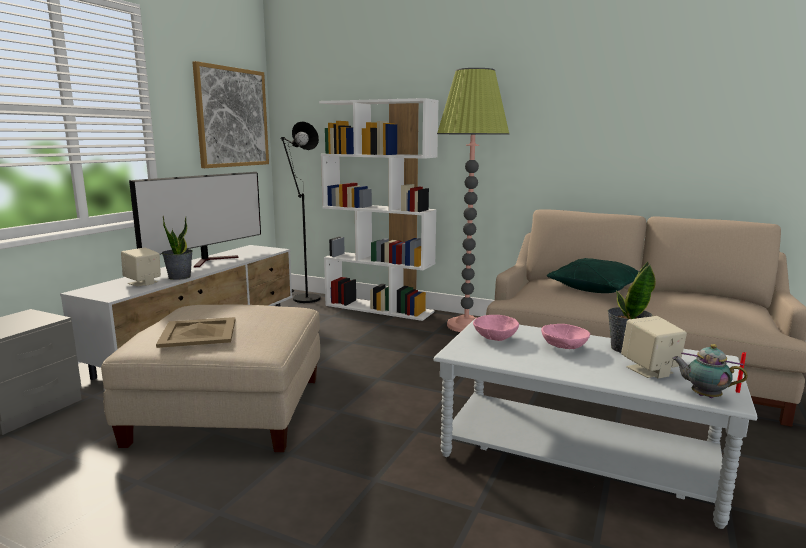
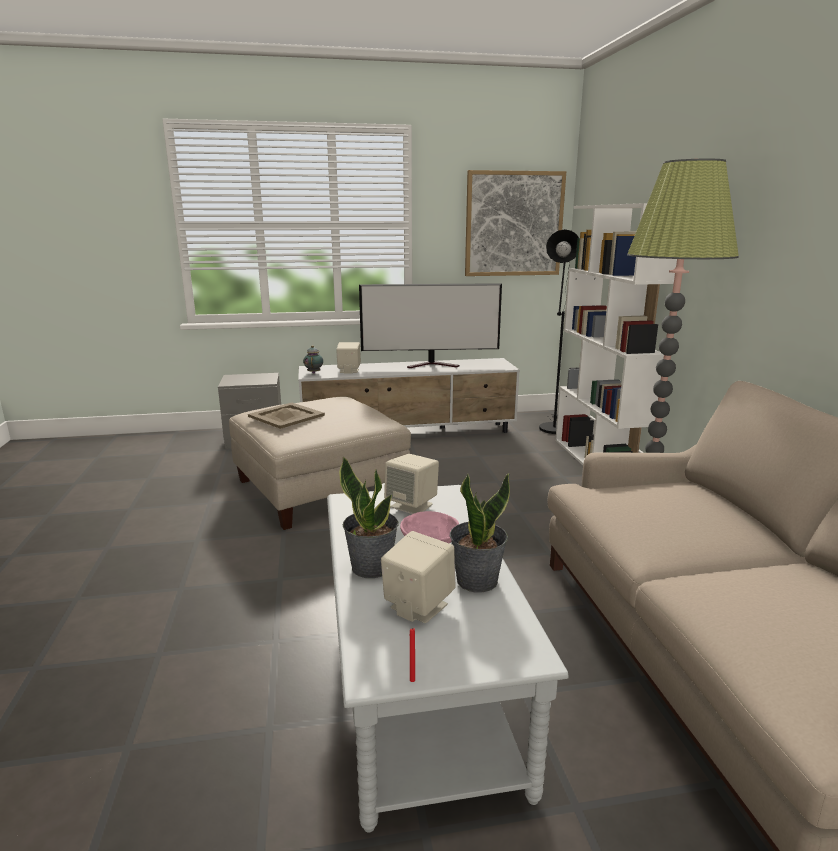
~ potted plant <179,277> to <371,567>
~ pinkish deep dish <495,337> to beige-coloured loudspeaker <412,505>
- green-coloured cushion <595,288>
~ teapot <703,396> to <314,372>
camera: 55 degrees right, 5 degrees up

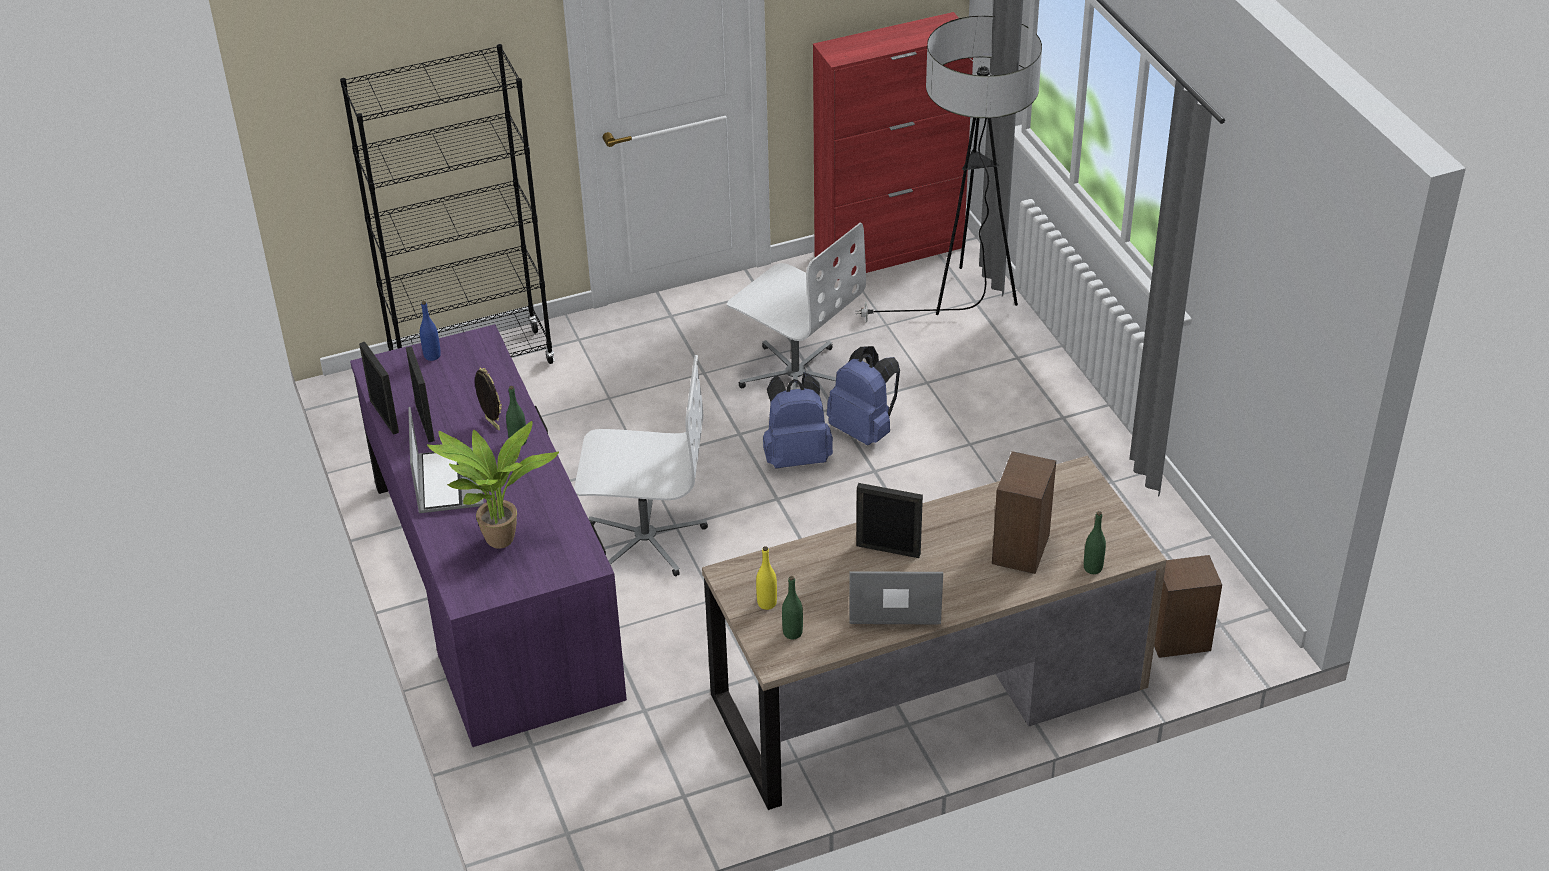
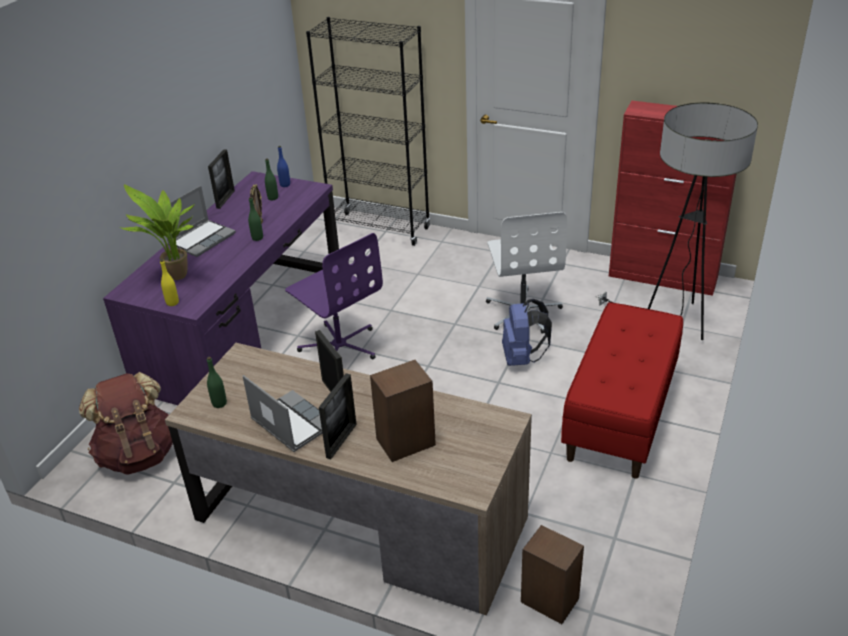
~ picture frame <425,423> to <341,440>
~ white desk chair <645,538> to purplish desk chair <339,347>
~ yellow-coloured beverage bottle <767,603> to <172,303>
- blue-coloured backpack <796,456>
~ green-coloured beverage bottle <1093,568> to <273,198>
+ brown-coloured backpack <138,454>
+ reddish bench <621,416>
camera: 45 degrees right, 5 degrees down

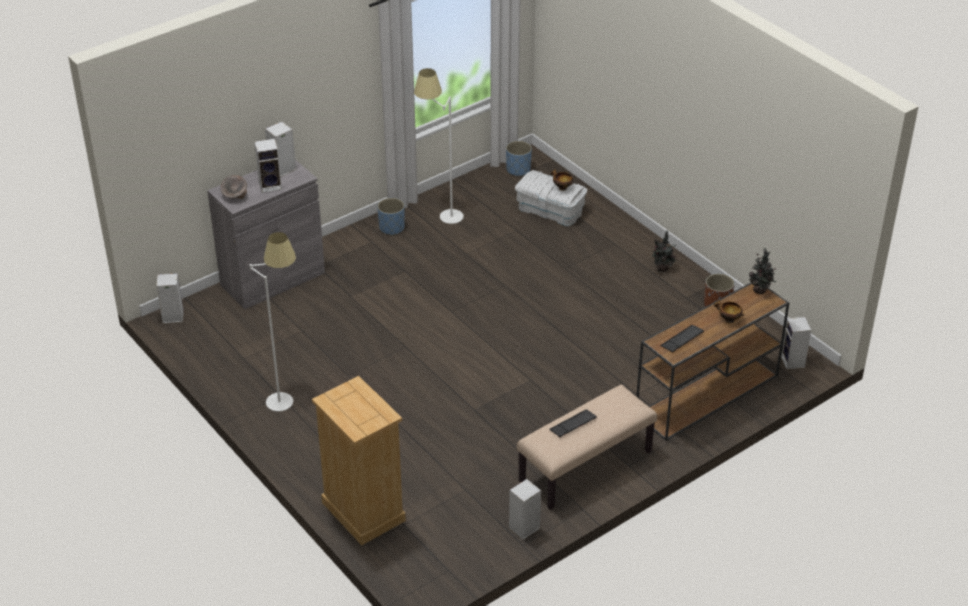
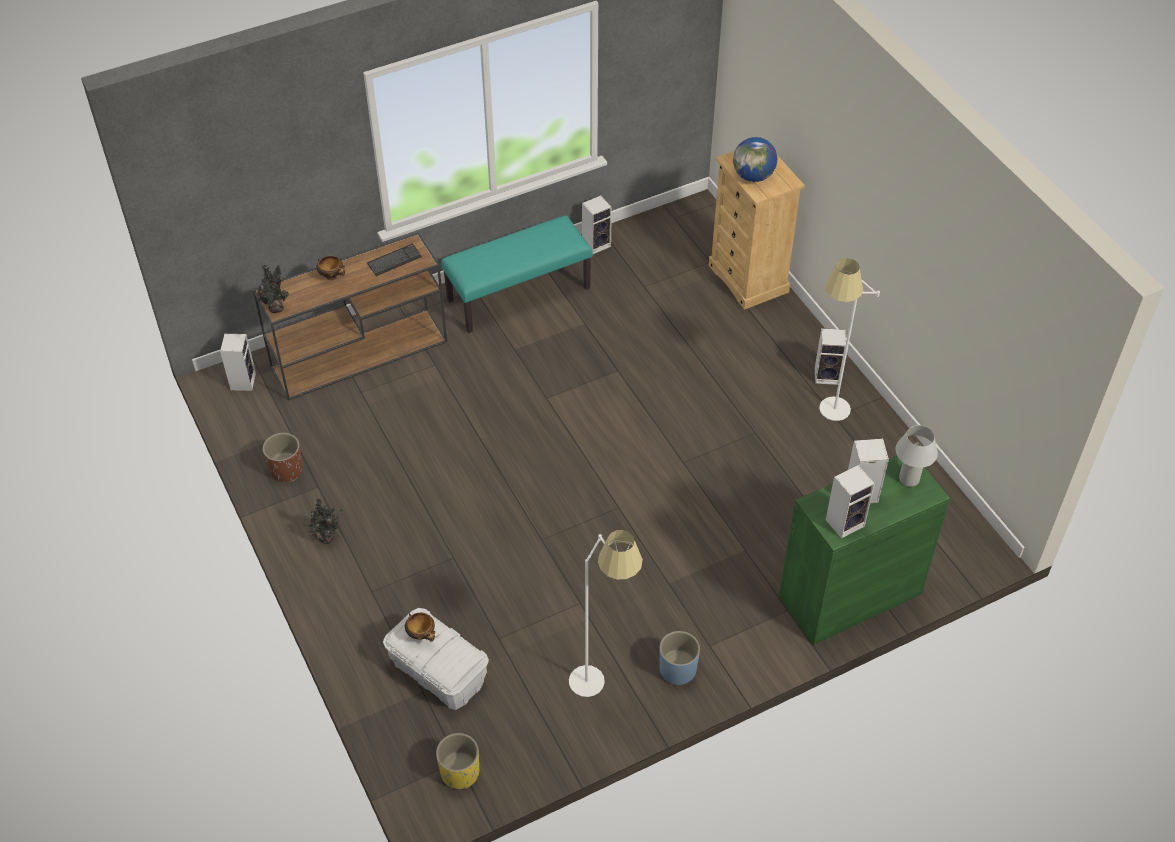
~ loudspeaker <172,317> to <827,375>
~ gray storage cabinet <272,279> to green-coloured storage cabinet <850,595>
~ gray deep dish <235,197> to white table lamp <909,479>
~ blue-coloured flower pot <518,170> to yellow-coloured flower pot <459,772>
~ beige-coloured bench <585,467> to turquoise-coloured bench <519,293>
- keyboard <573,424>
+ desk globe <753,176>
camera: 170 degrees left, 10 degrees up

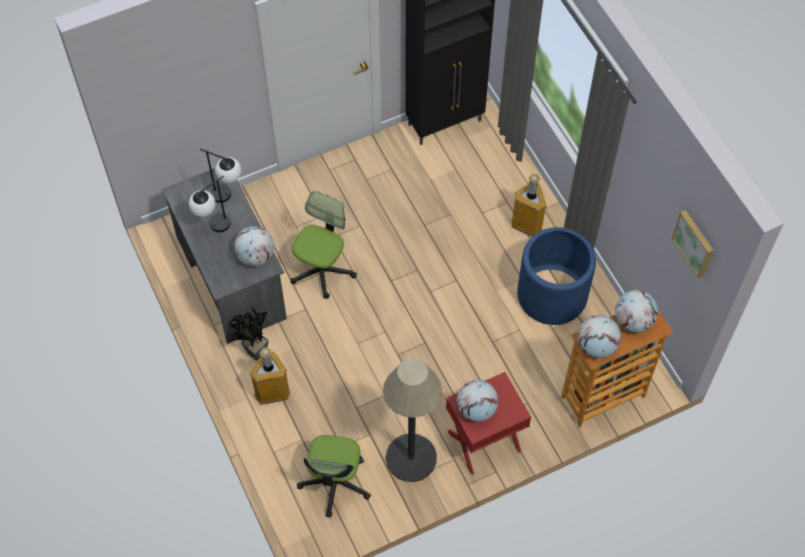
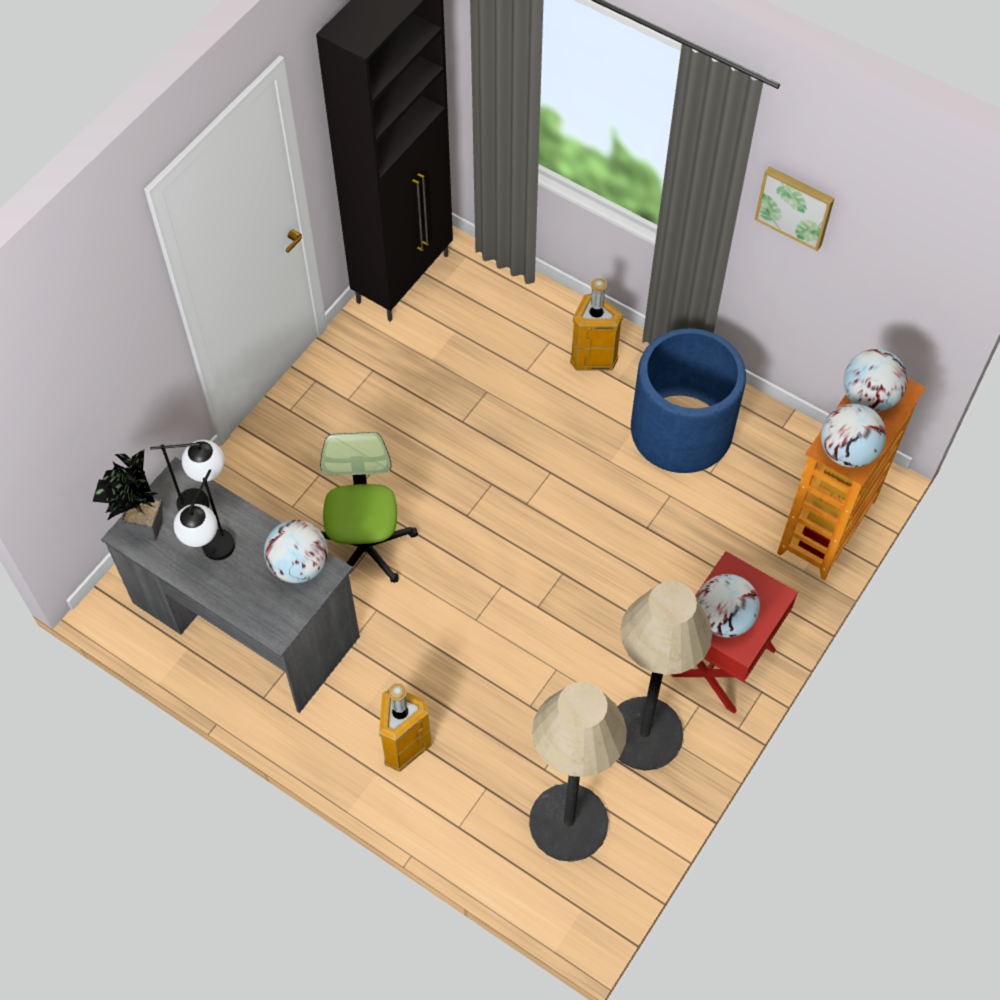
~ potted plant <253,353> to <144,532>
~ desk chair <335,483> to standard lamp <568,822>
~ wall art <694,243> to <795,206>
camera: 30 degrees left, 0 degrees up

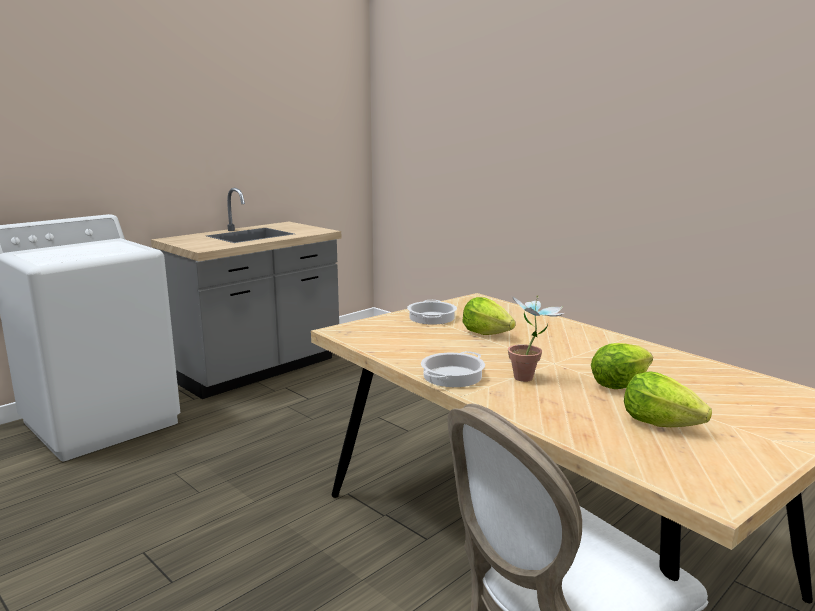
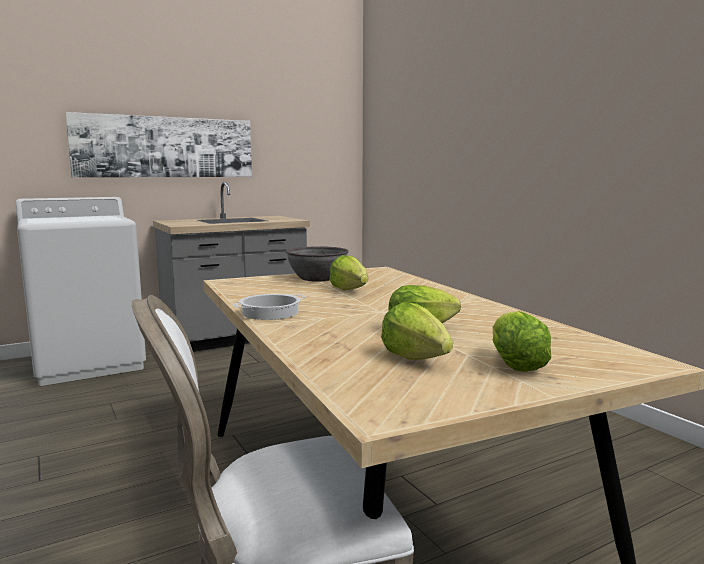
~ stockpot <431,317> to gray deep dish <317,278>
- potted plant <531,379>
+ wall art <165,147>
+ lettuce <515,365>
camera: 15 degrees right, 5 degrees down

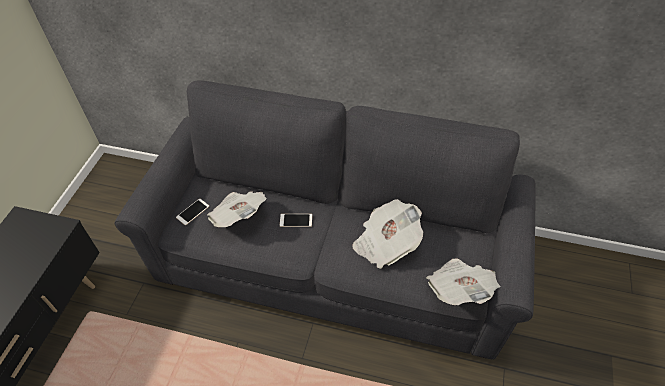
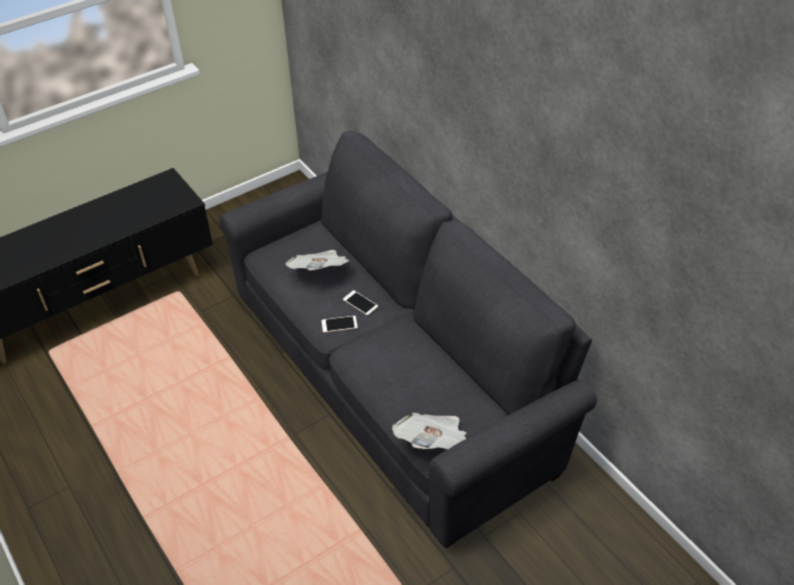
~ phone <192,212> to <339,324>
- daily paper <386,243>
camera: 40 degrees right, 5 degrees down

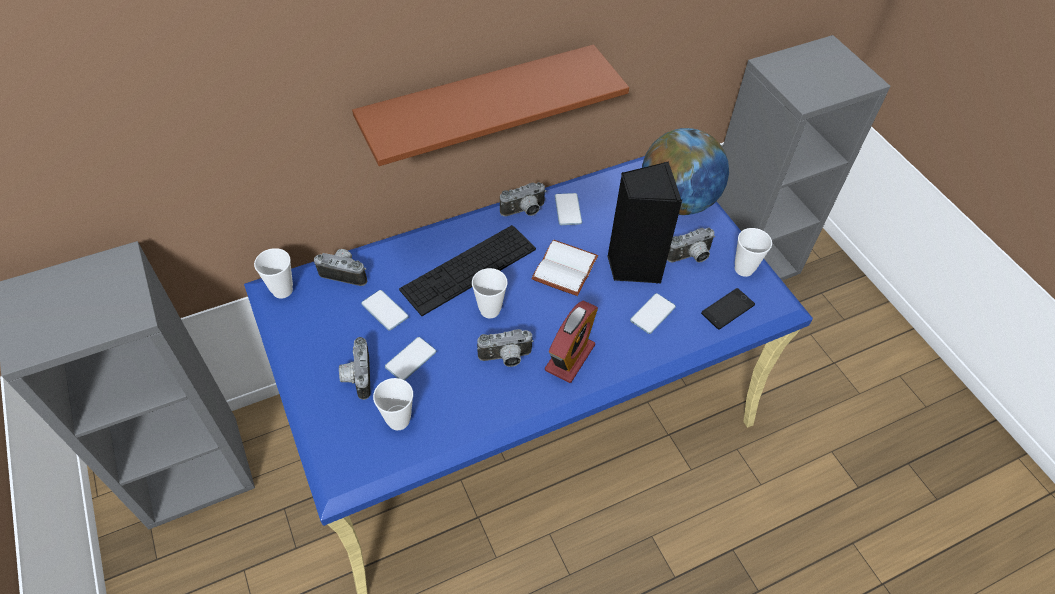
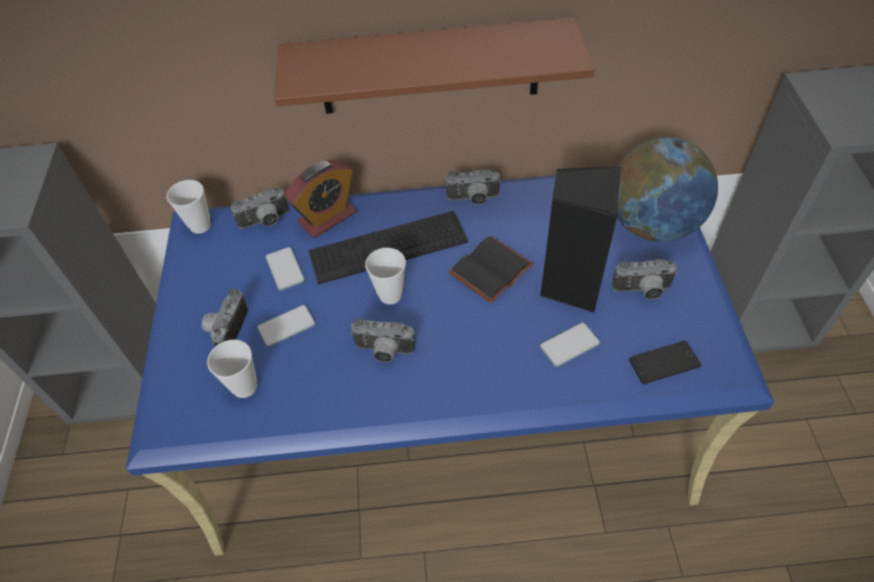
~ still camera <345,273> = <265,222> 120 degrees clockwise
~ white volume <566,270> to black-coloured volume <491,272>
~ bedside clock <570,357> to <327,218>
- phone <568,210>
- small cup <744,269>
camera: 25 degrees right, 0 degrees up

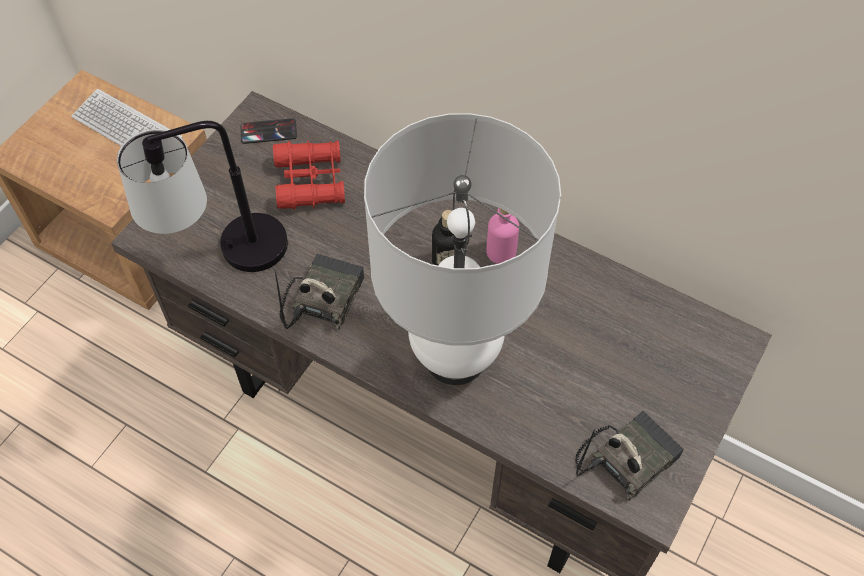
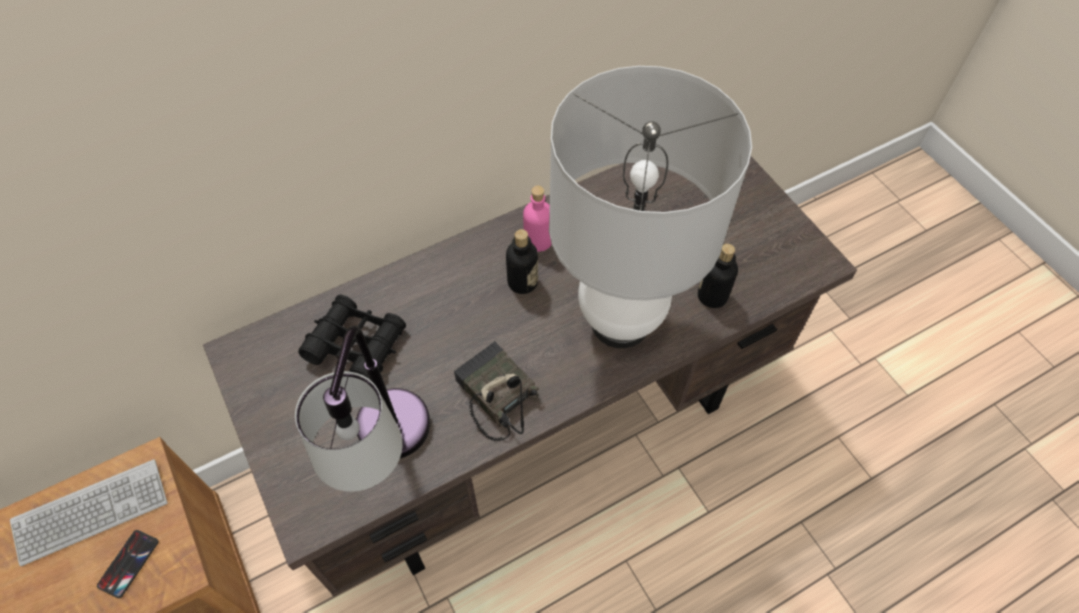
~ phone <268,131> to <128,563>
~ reddish binoculars <310,181> to black-coloured binoculars <356,345>
- radio receiver <626,457>
+ beverage bottle <712,296>
camera: 60 degrees left, 0 degrees up

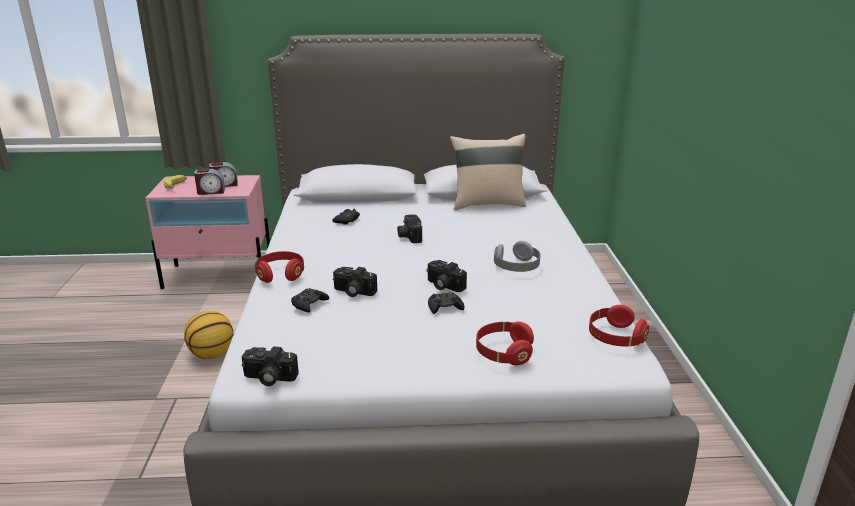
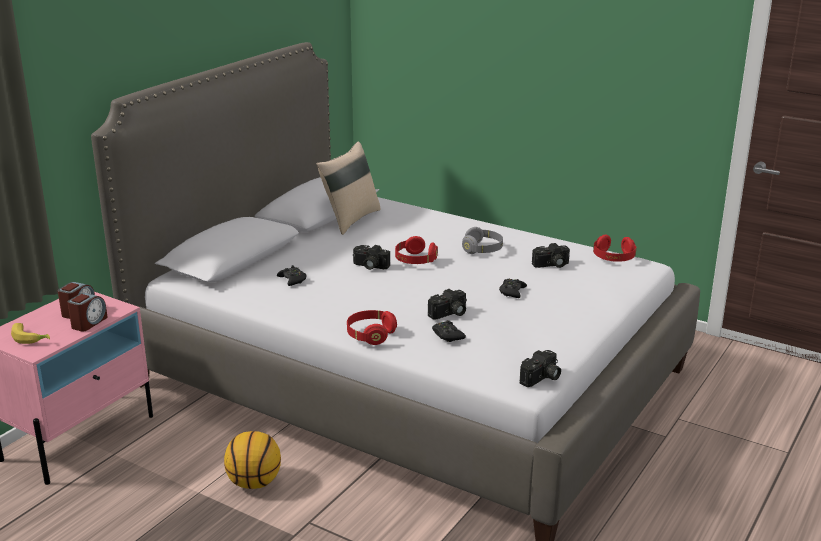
~ still camera <443,285> to <551,265>
~ reddish pair of headphones <503,353> to <415,260>
camera: 55 degrees left, 0 degrees up

